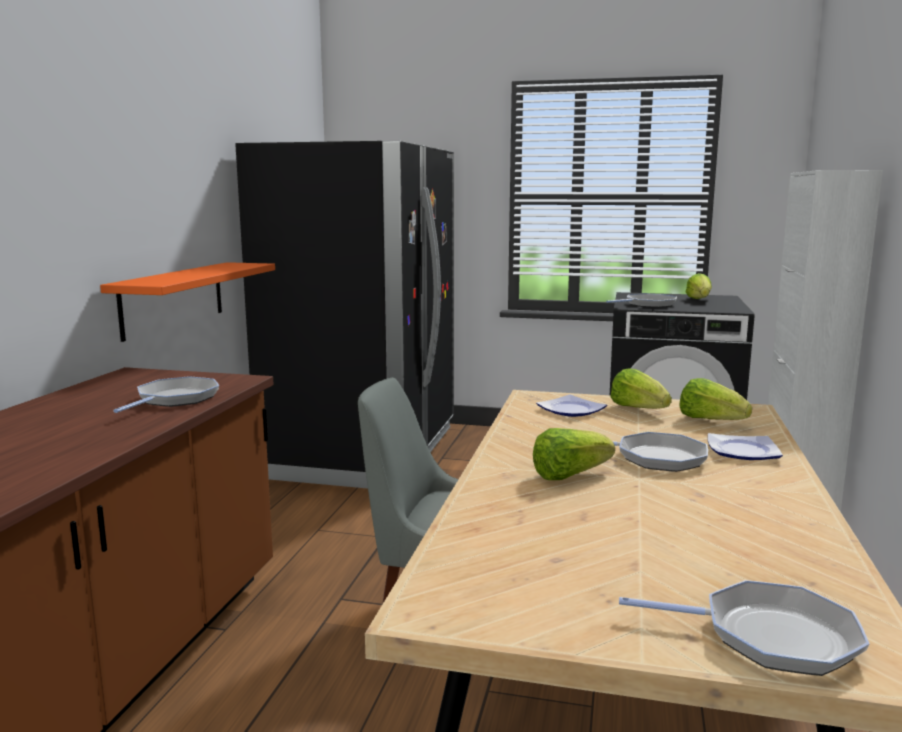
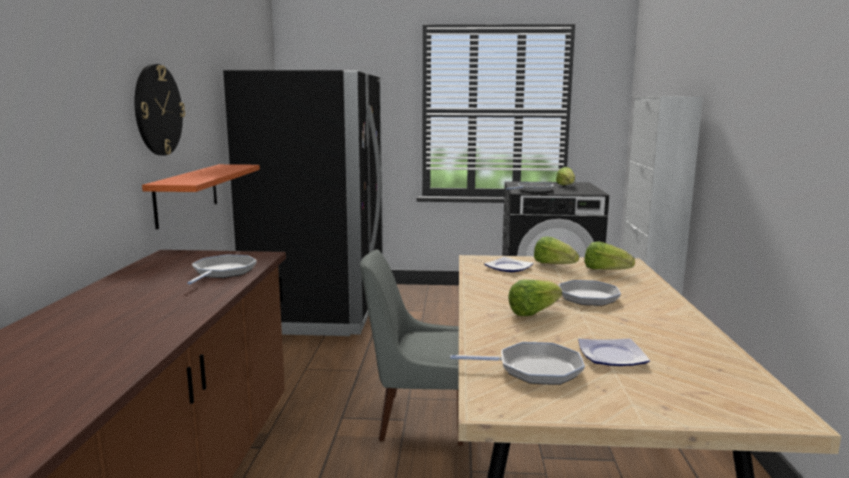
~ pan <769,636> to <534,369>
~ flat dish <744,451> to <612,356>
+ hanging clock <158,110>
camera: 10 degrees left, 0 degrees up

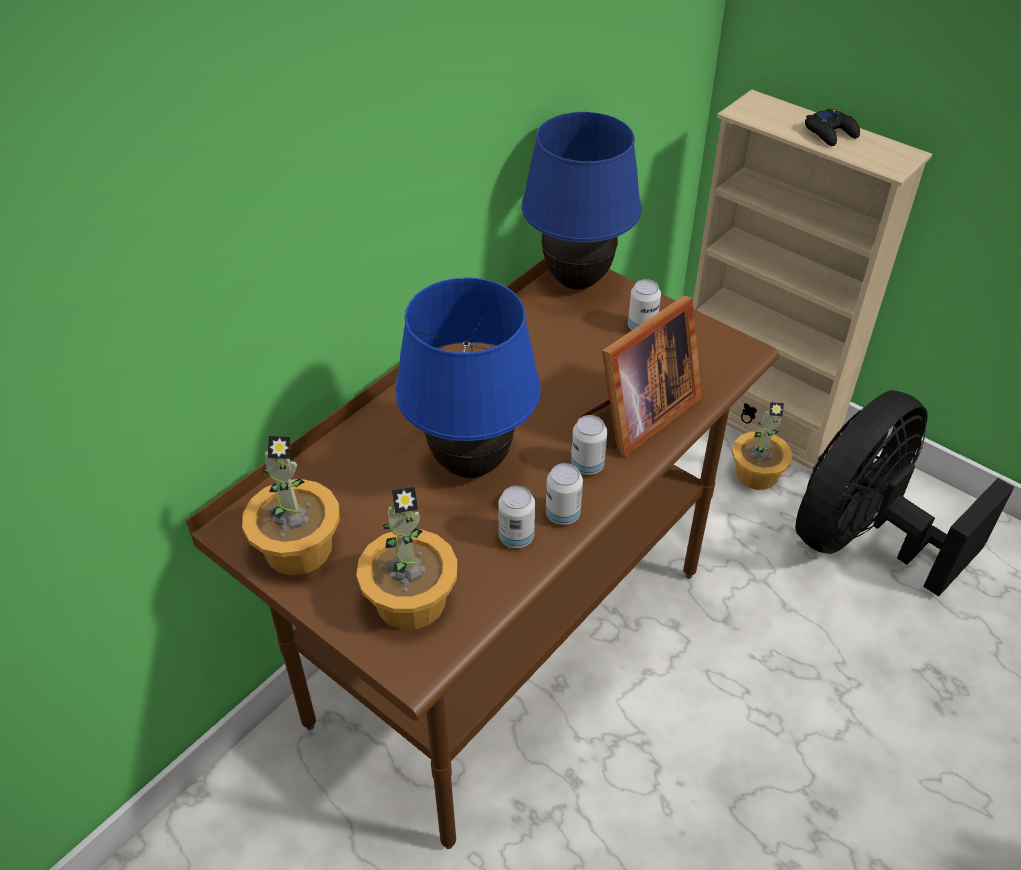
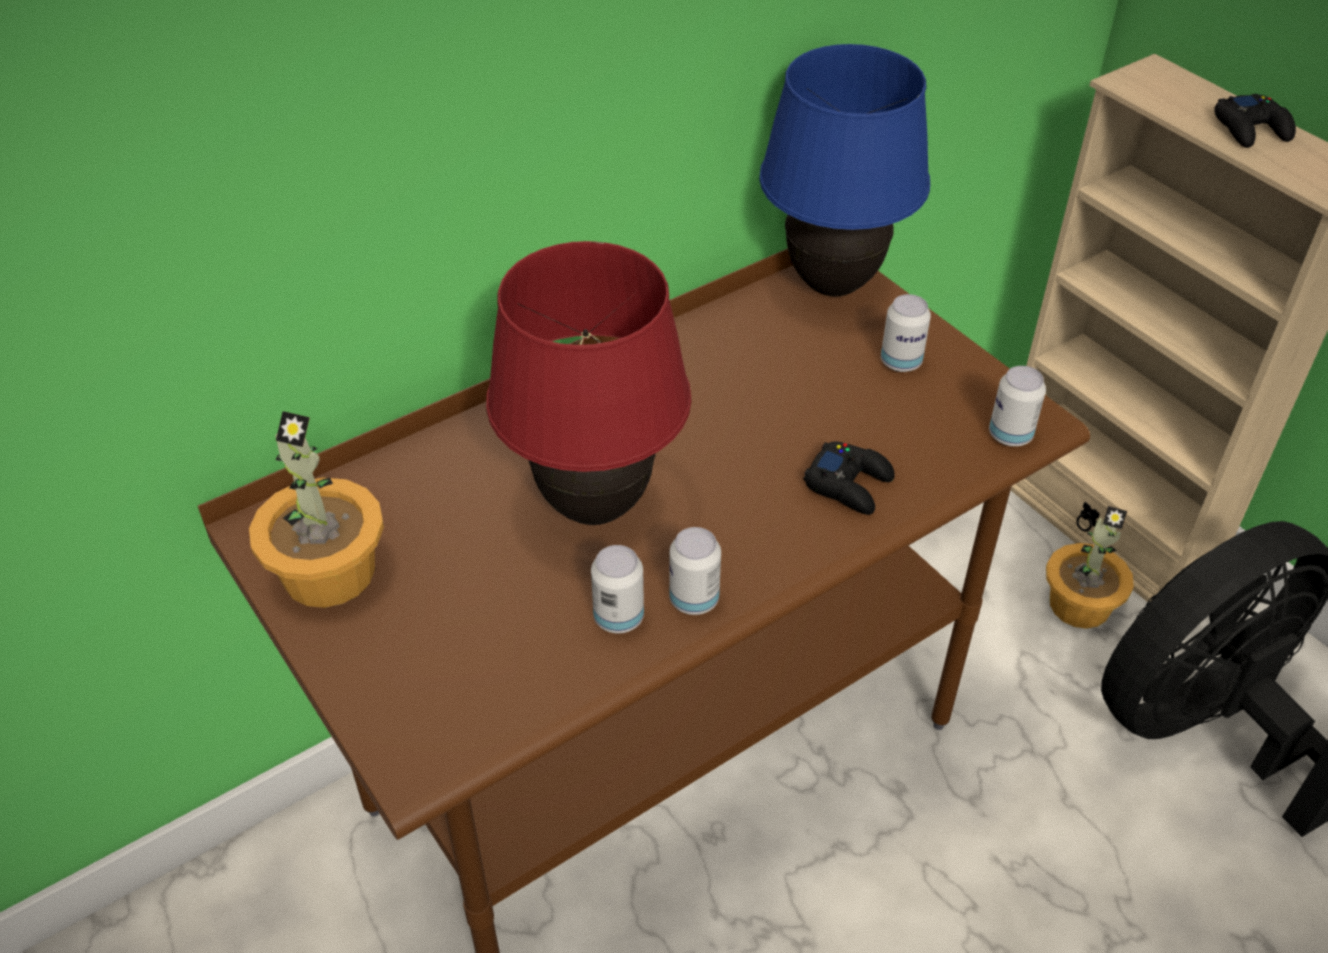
- potted plant <410,599>
~ blue-coloured table lamp <471,465> to reddish table lamp <595,507>
~ can <587,465> to <1010,435>
~ picture frame <637,416> to black-coloured gamepad <849,484>
camera: 15 degrees right, 0 degrees up

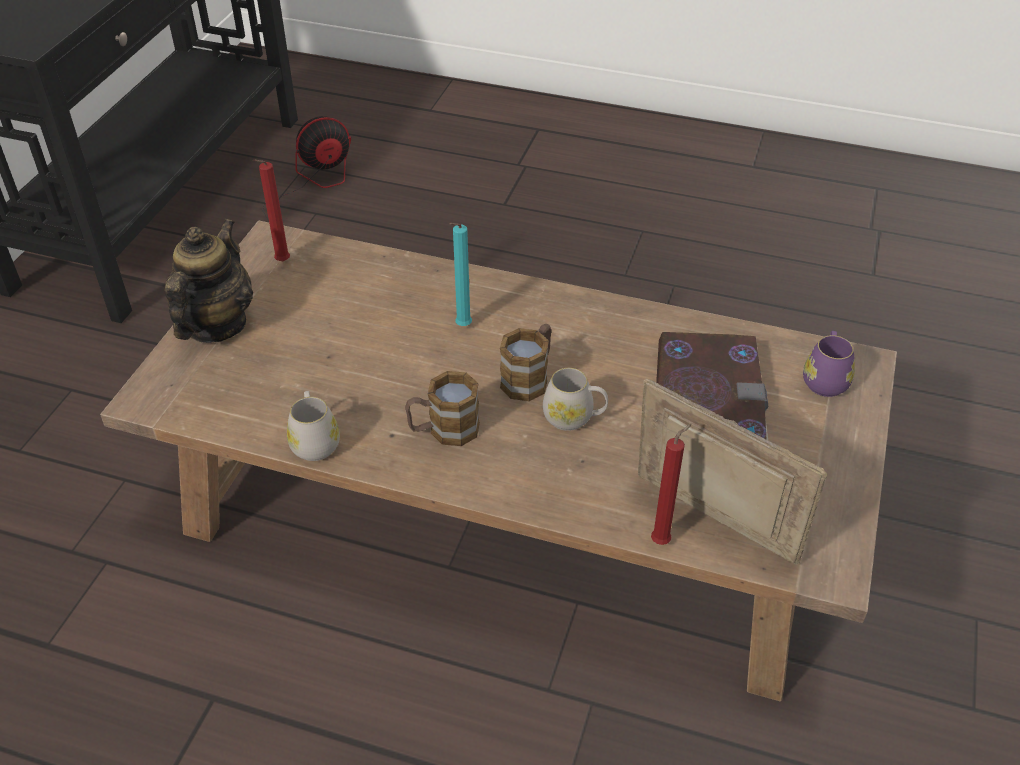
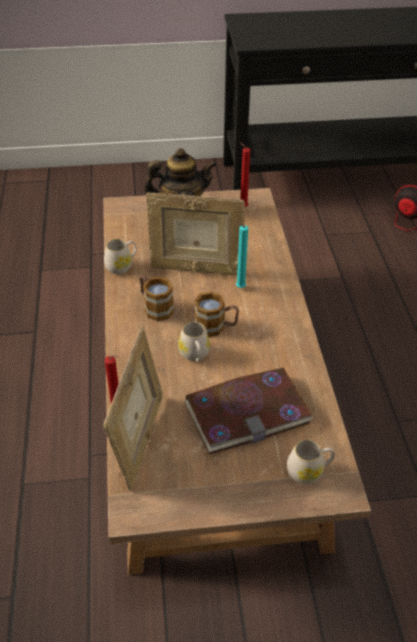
~ purplish tea mug <825,379> to white tea mug <309,471>
+ picture frame <196,269>
camera: 65 degrees right, 0 degrees up

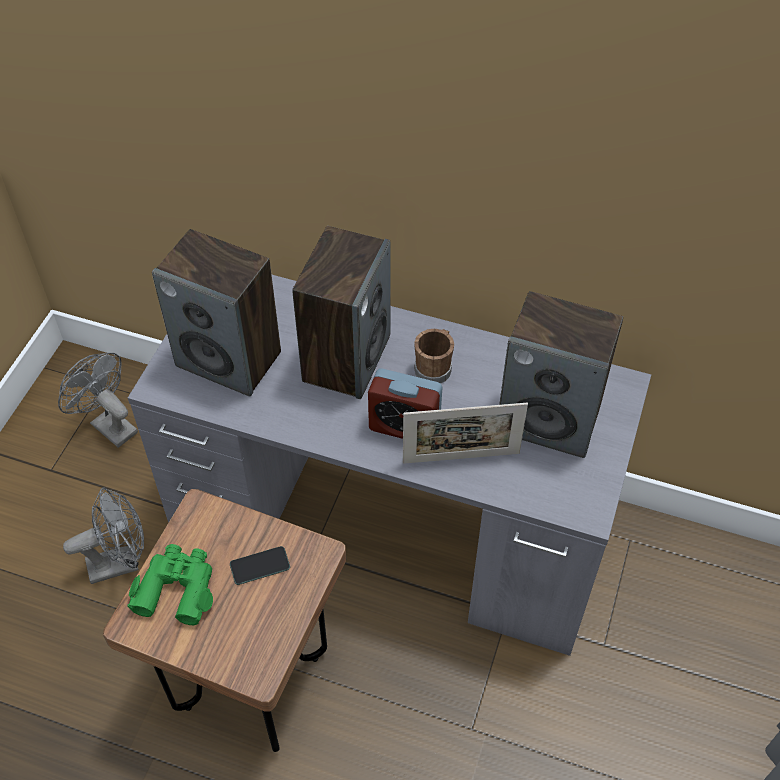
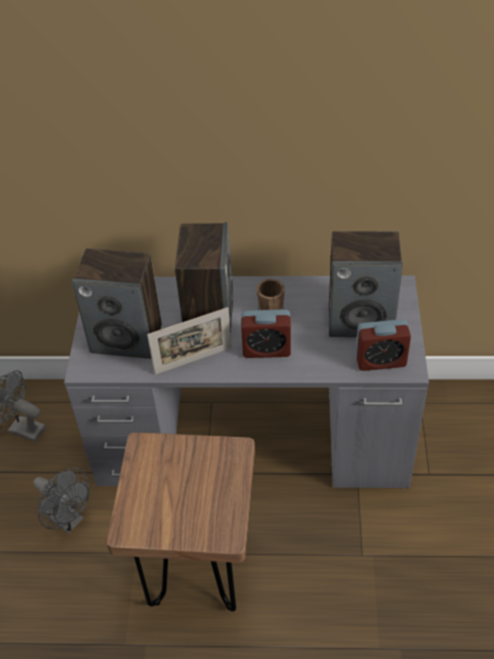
~ gray cooling fan <121,562> = <68,520> 75 degrees clockwise
- green-coloured binoculars <177,588>
- phone <260,566>
~ picture frame <461,458> to <193,360>
+ bedside clock <380,361>
camera: 15 degrees left, 5 degrees down

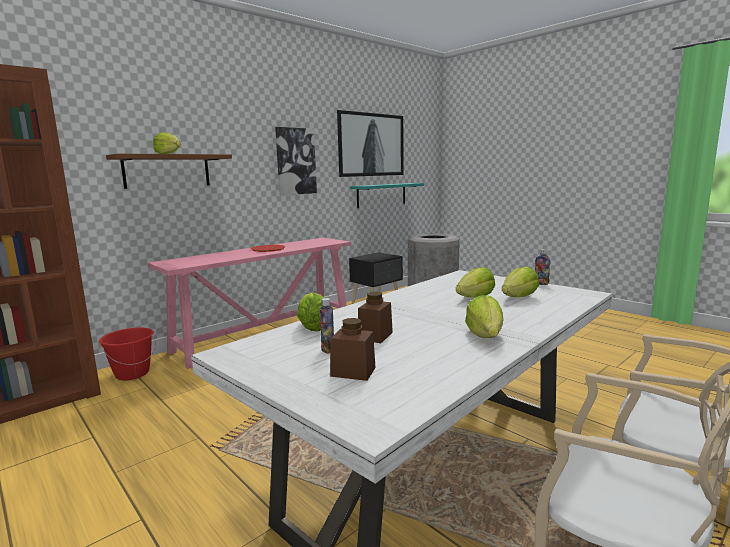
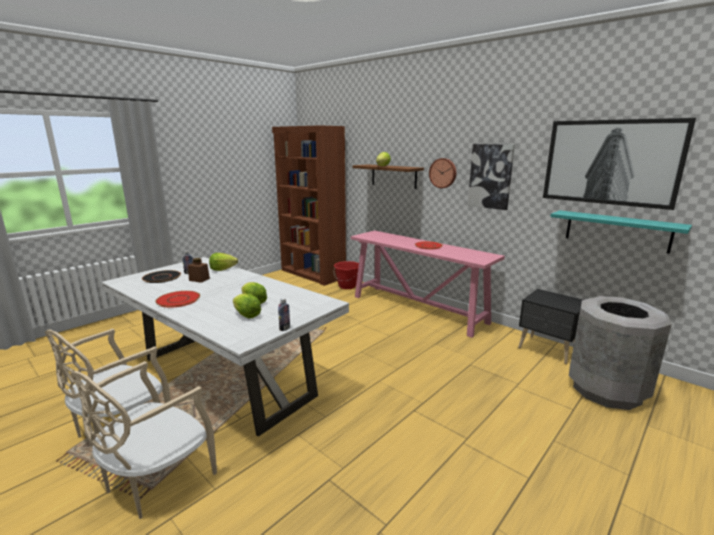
~ brown-coloured preserve jar <353,372> to black-coloured flat dish <162,277>
~ lettuce <485,336> to reddish flat dish <178,300>
+ hanging clock <443,173>
camera: 85 degrees right, 5 degrees up

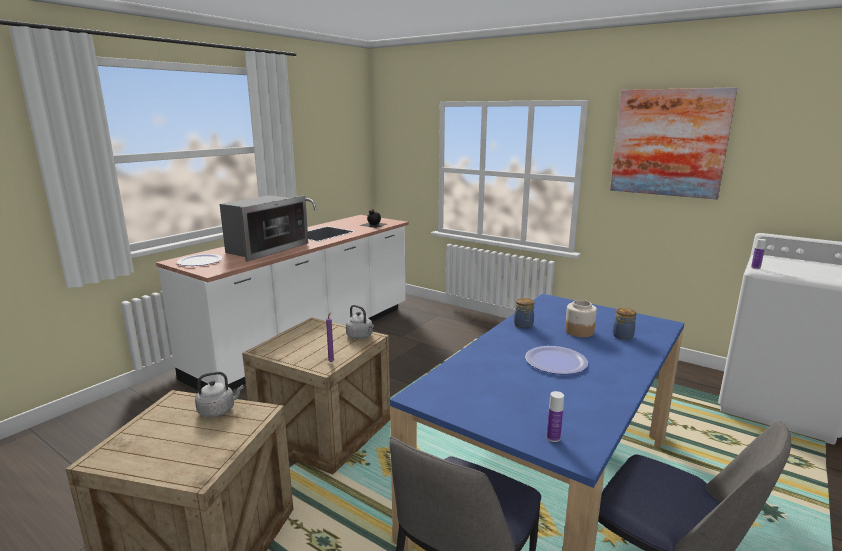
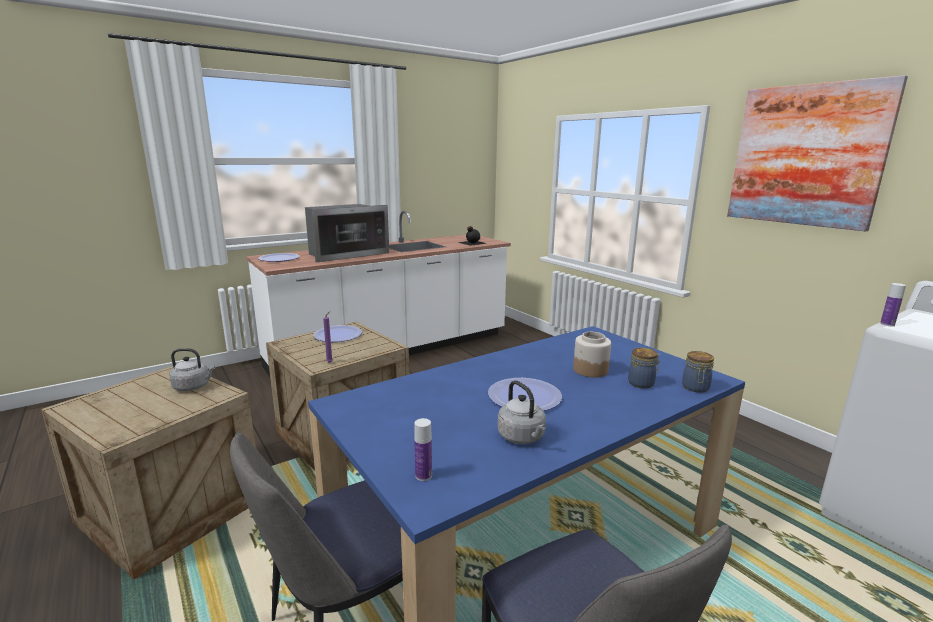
~ gray water kettle <360,336> to <522,437>
~ preserve jar <523,325> to <695,388>
+ flat dish <338,335>
camera: 20 degrees right, 0 degrees up

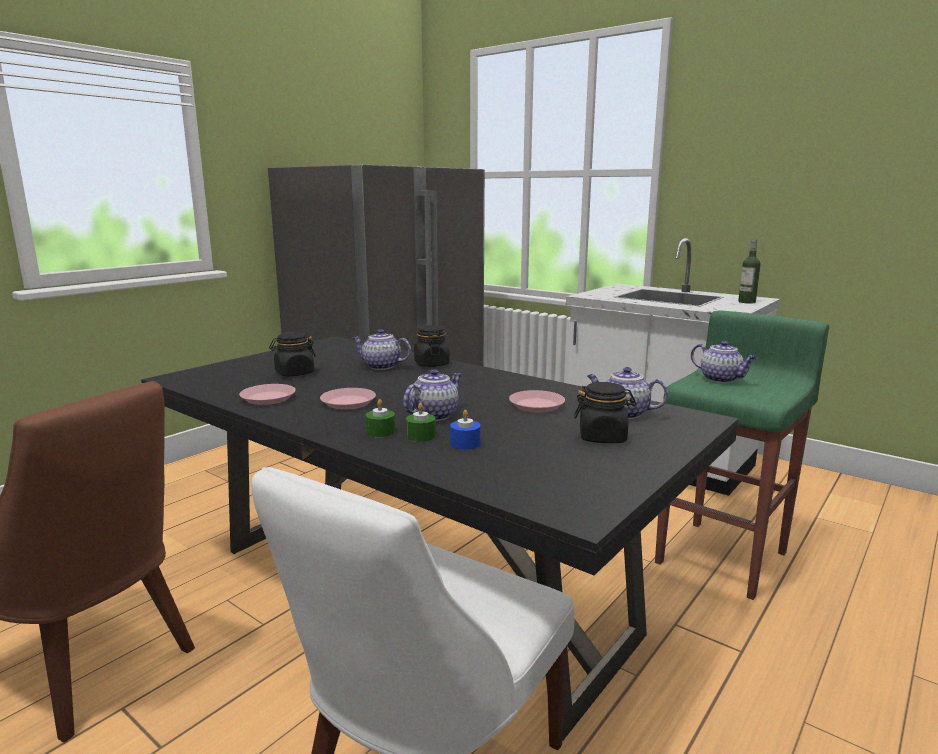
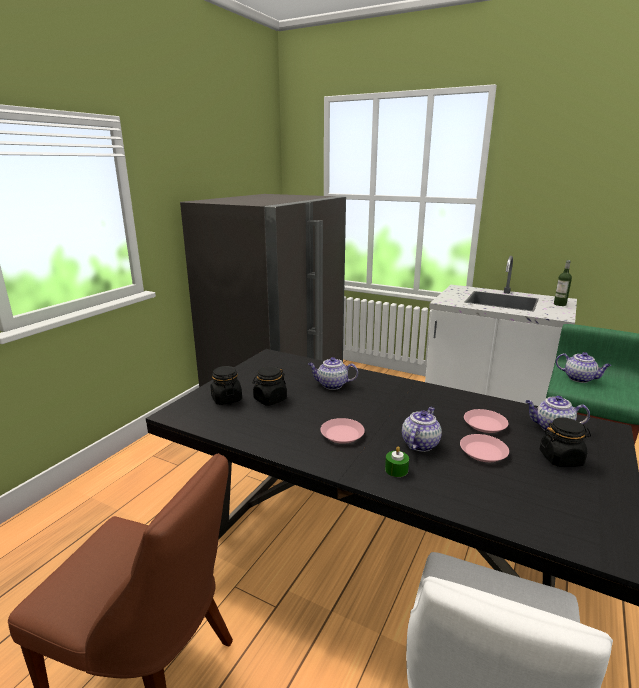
~ pinkish flat dish <268,398> to <483,452>
- green-coloured candle <421,436>
~ black-coloured preserve jar <431,364> to <226,399>
- blue-coloured candle <465,443>
camera: 10 degrees left, 5 degrees up

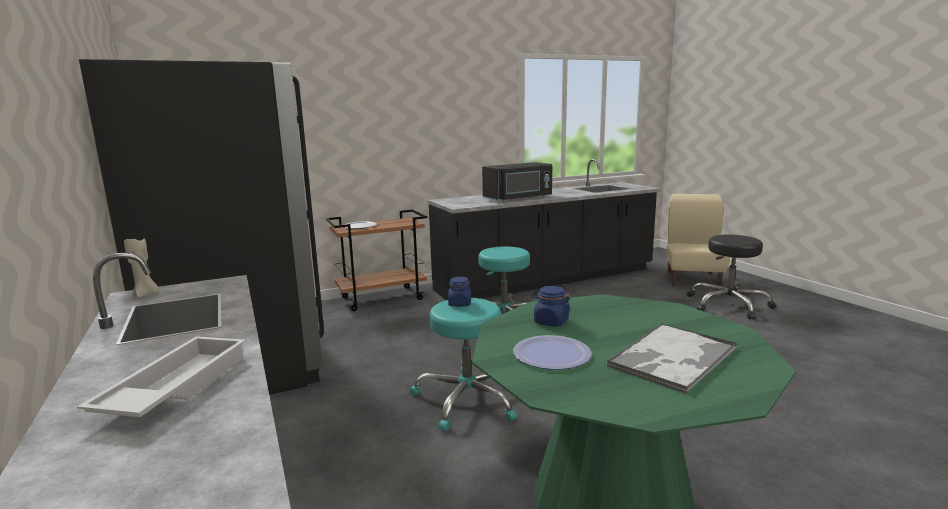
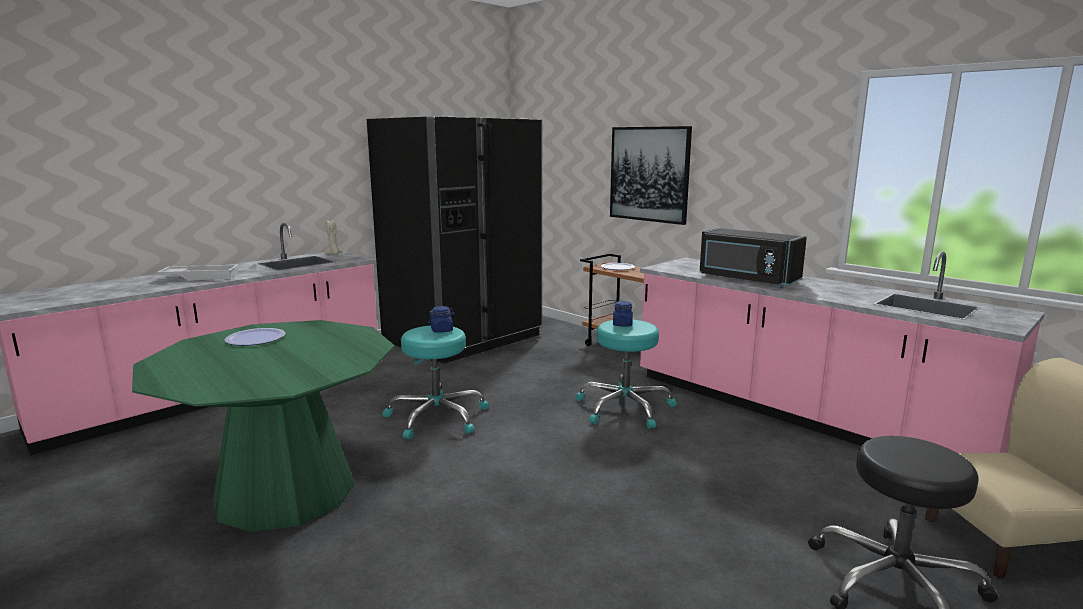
~ black-coloured kitchen base unit <547,280> to pinkish kitchen base unit <798,414>
~ blue-coloured preserve jar <551,322> to <622,324>
- carrying tray <672,358>
+ wall art <649,174>
camera: 70 degrees right, 0 degrees up

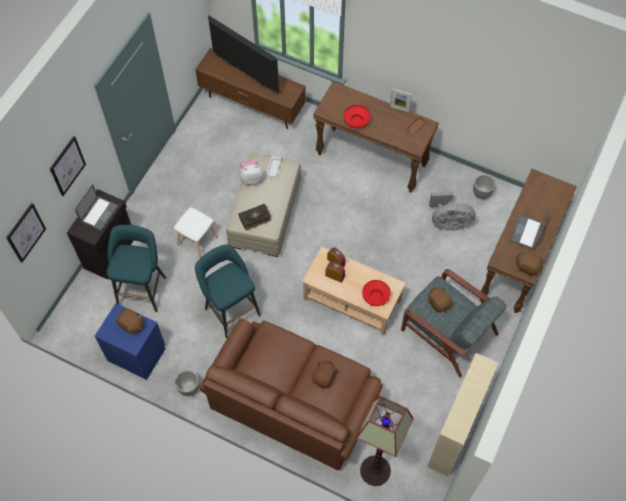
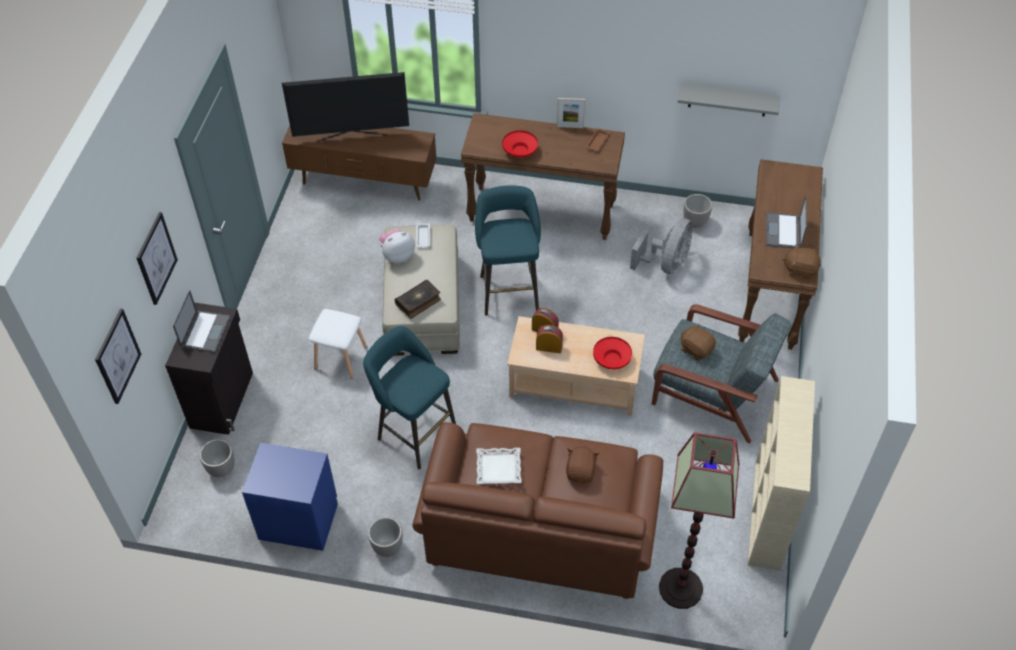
~ turquoise-coloured stool seat <142,288> to <508,289>
- brown-coloured cuddly toy <131,325>
~ TV <245,76> = <351,137> 150 degrees clockwise
~ gray cooling fan <448,222> = <666,264> 45 degrees counterclockwise
+ flower pot <221,469>
+ white carrying tray <498,469>
+ gray bracket shelf <728,100>
camera: 15 degrees left, 10 degrees down

